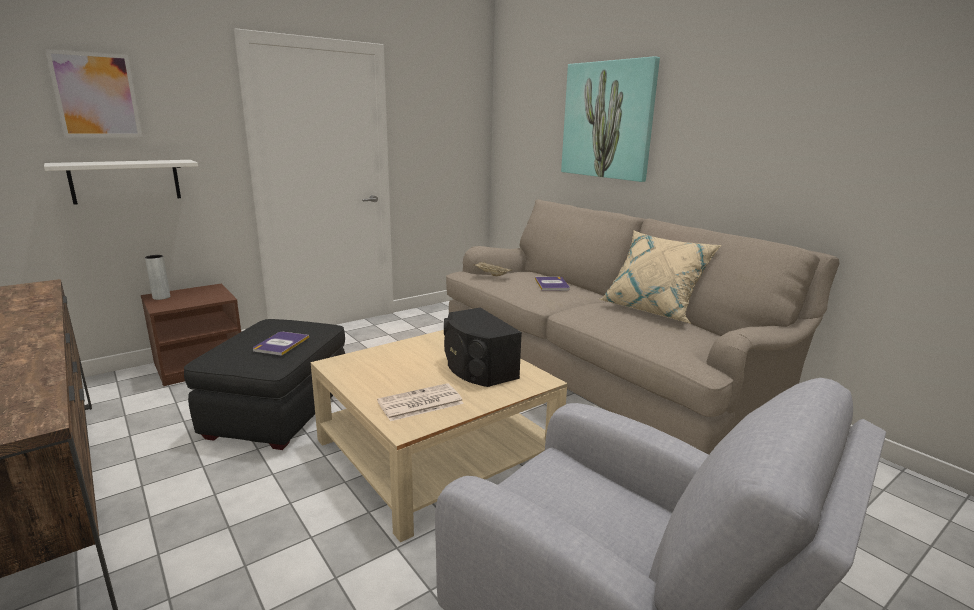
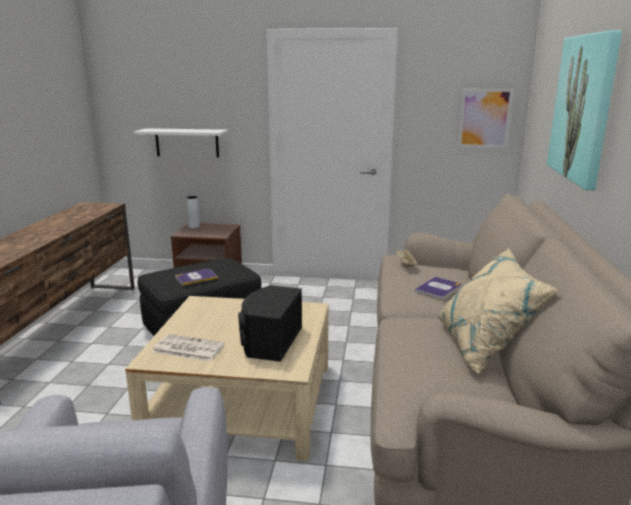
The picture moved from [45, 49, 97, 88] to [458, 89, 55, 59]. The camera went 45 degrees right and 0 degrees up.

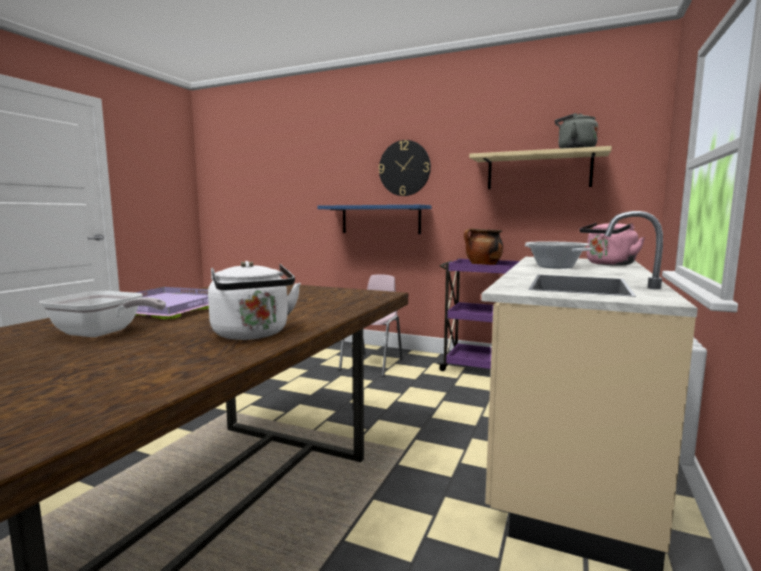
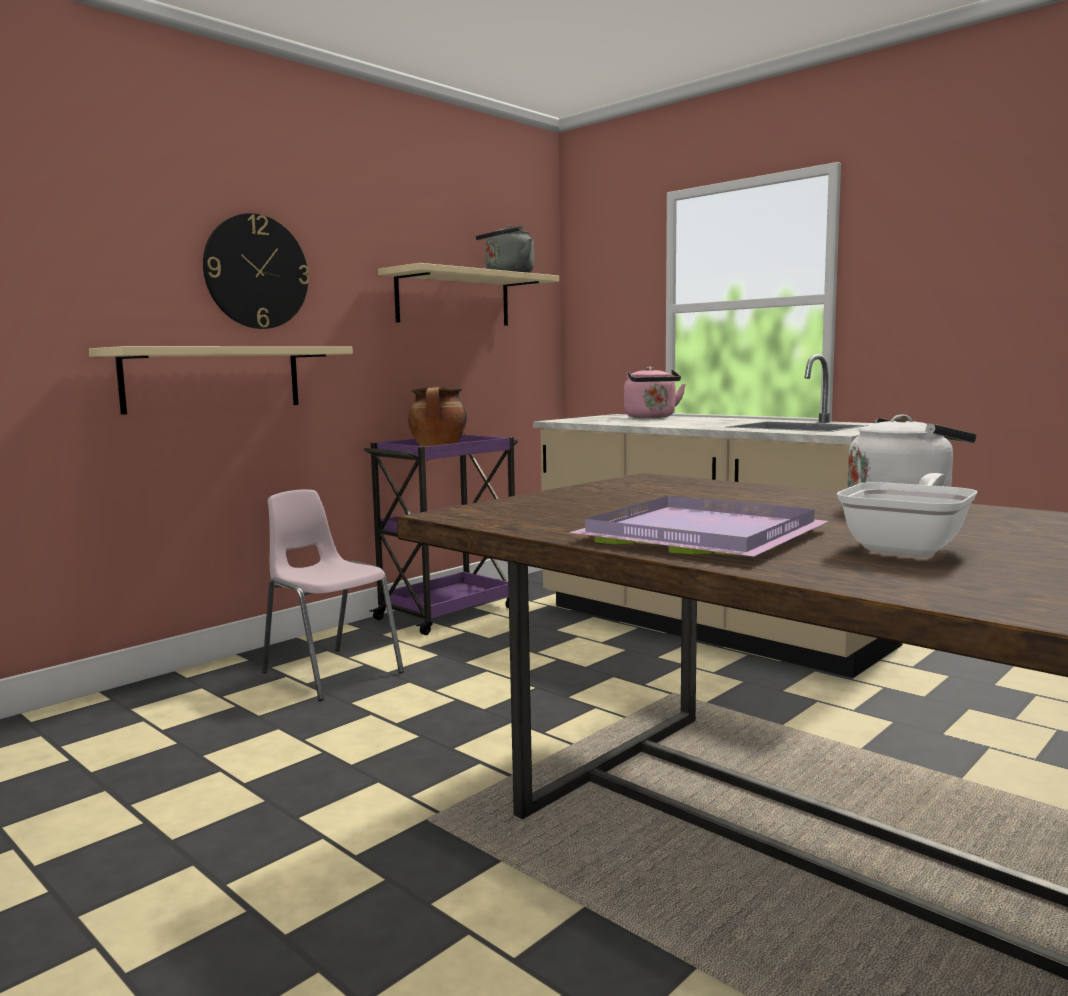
The stockpot at [525, 241, 68, 28] disappeared. The bracket shelf in blue at [317, 205, 115, 29] became the bracket shelf in beige-coloured at [89, 346, 264, 69]. The camera went 70 degrees left and 0 degrees up.

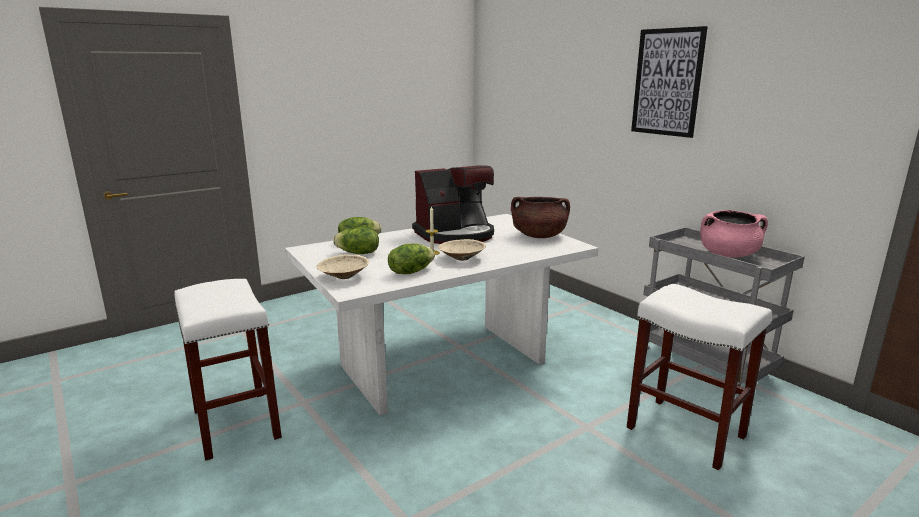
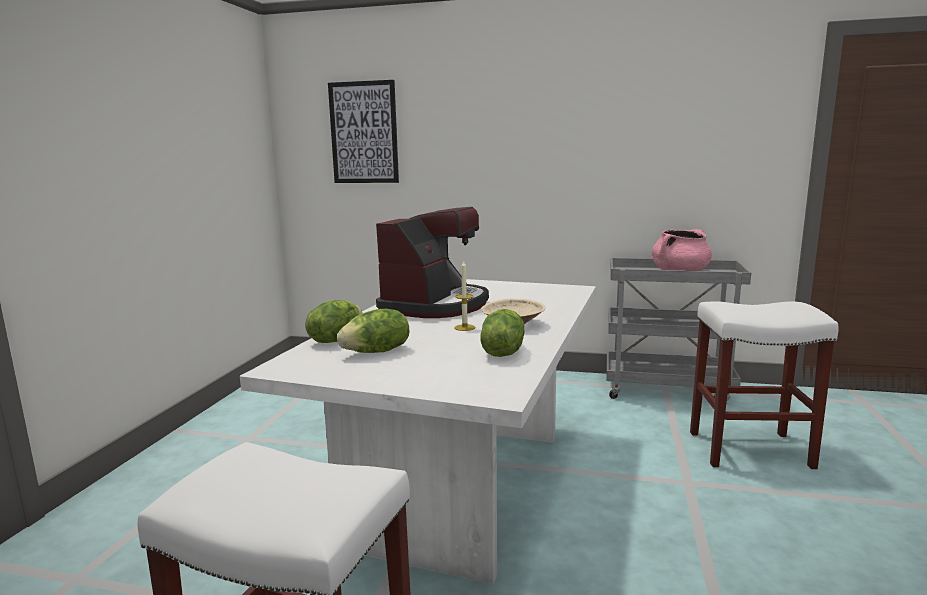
The bowl in beige-coloured at [316, 255, 53, 24] disappeared. The stockpot in brown-coloured at [511, 197, 59, 41] disappeared. The picture moved from [631, 26, 77, 112] to [328, 80, 71, 103]. The camera went 40 degrees left and 5 degrees down.

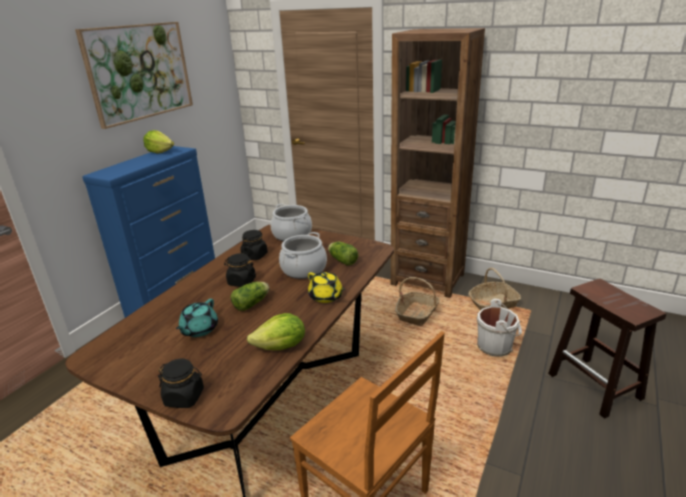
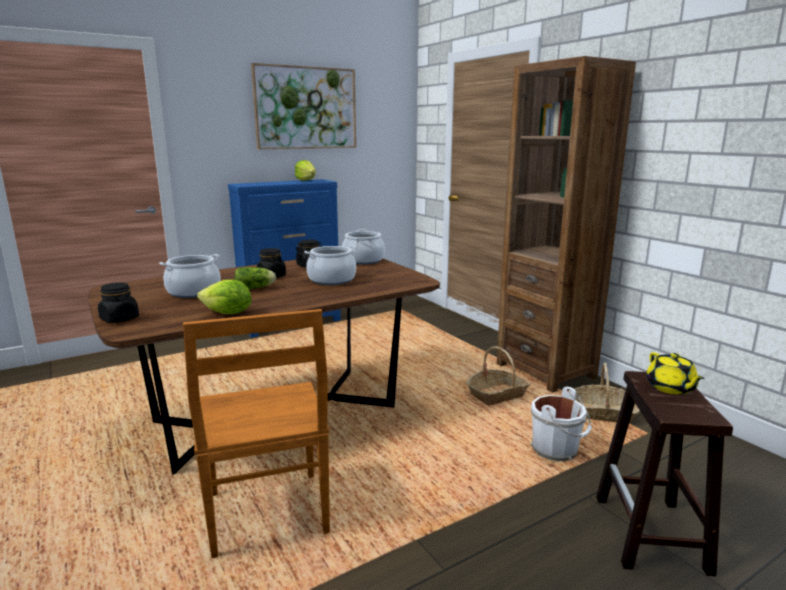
The head of lettuce at [328, 242, 30, 23] disappeared. The tea pot in yellow moved from [308, 272, 37, 31] to [646, 352, 58, 43]. The tea pot in turquoise-coloured at [176, 299, 42, 38] was replaced by the stockpot at [159, 254, 62, 44]. The camera went 30 degrees right and 10 degrees down.

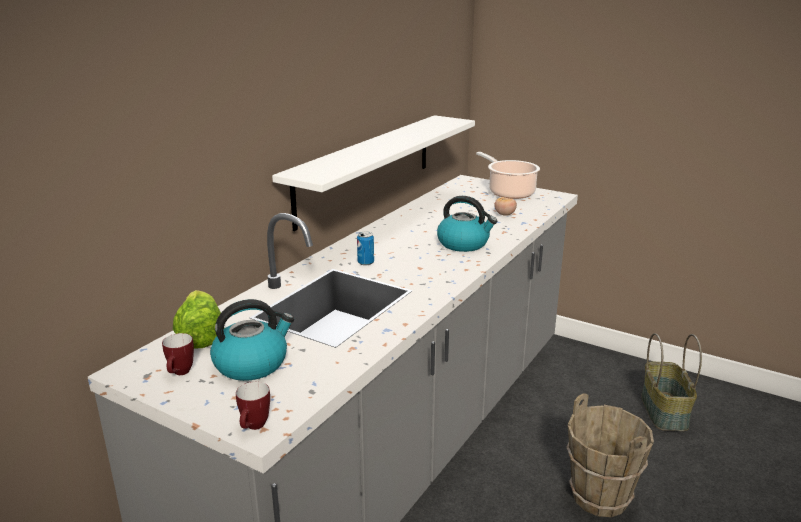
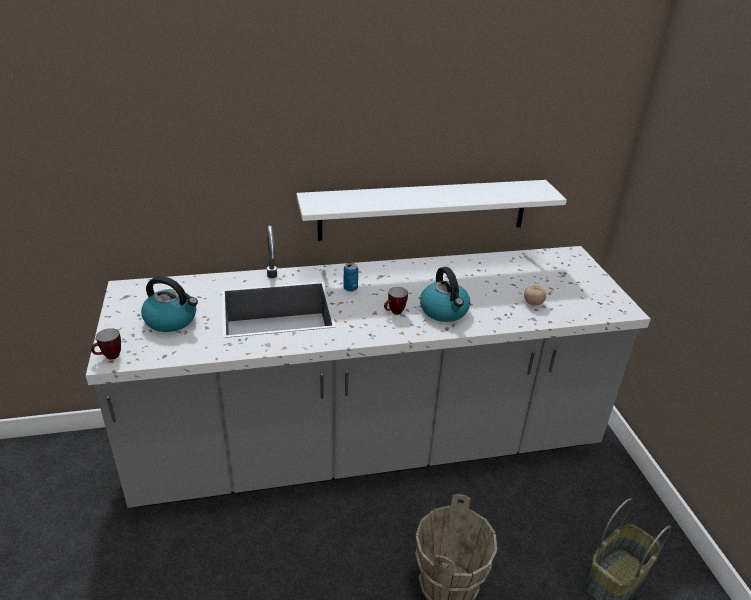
The head of lettuce at [173, 290, 48, 59] disappeared. The stockpot at [476, 152, 64, 47] disappeared. The mug moved from [162, 333, 32, 42] to [384, 287, 24, 28]. The camera went 45 degrees right and 10 degrees up.

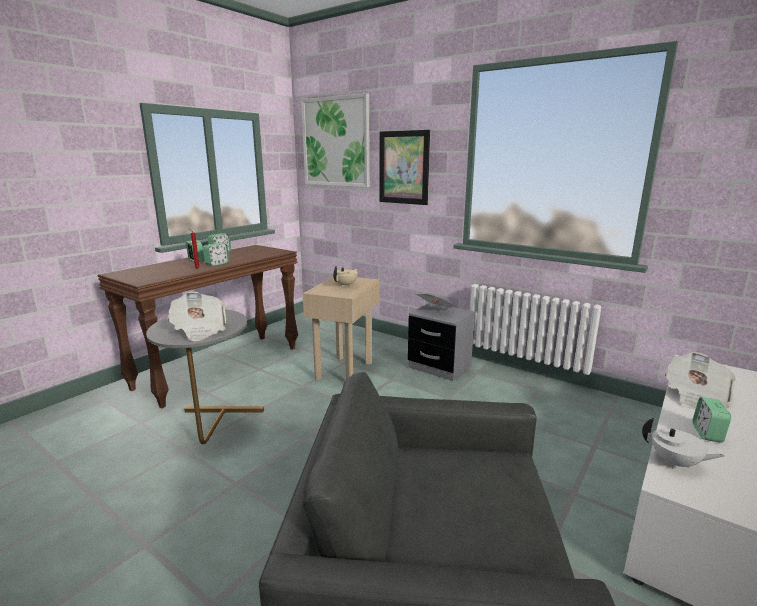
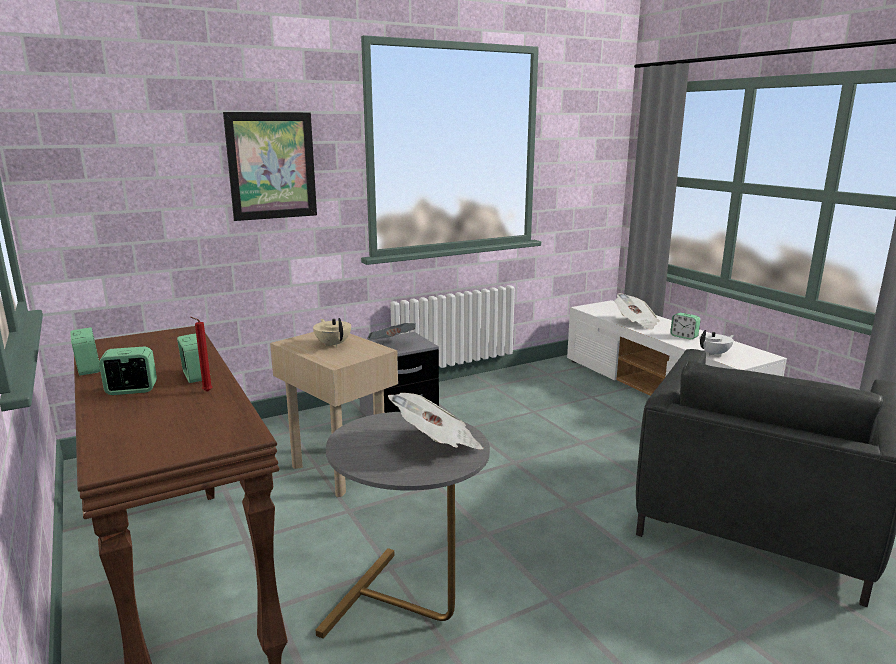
The picture at [301, 93, 69, 94] disappeared. The camera went 65 degrees left and 0 degrees up.

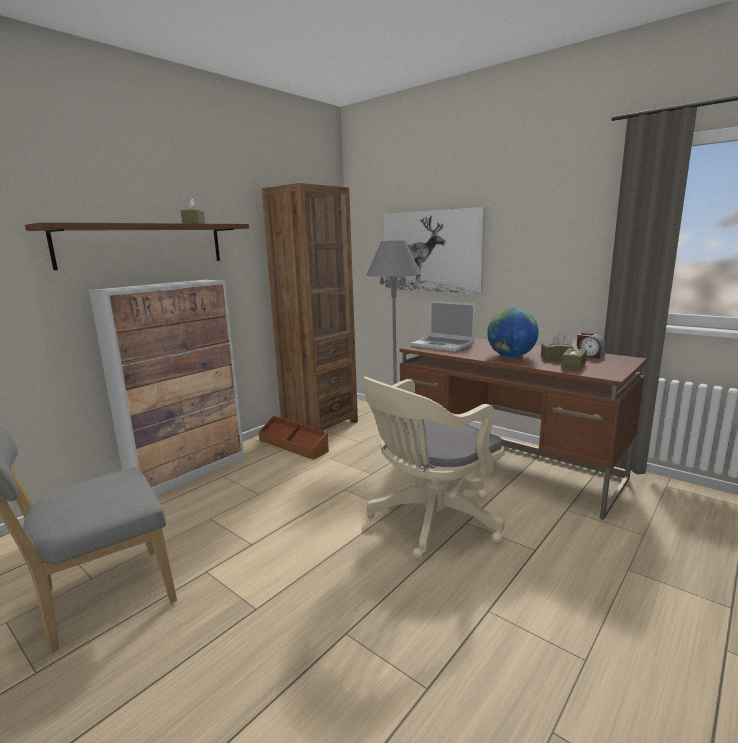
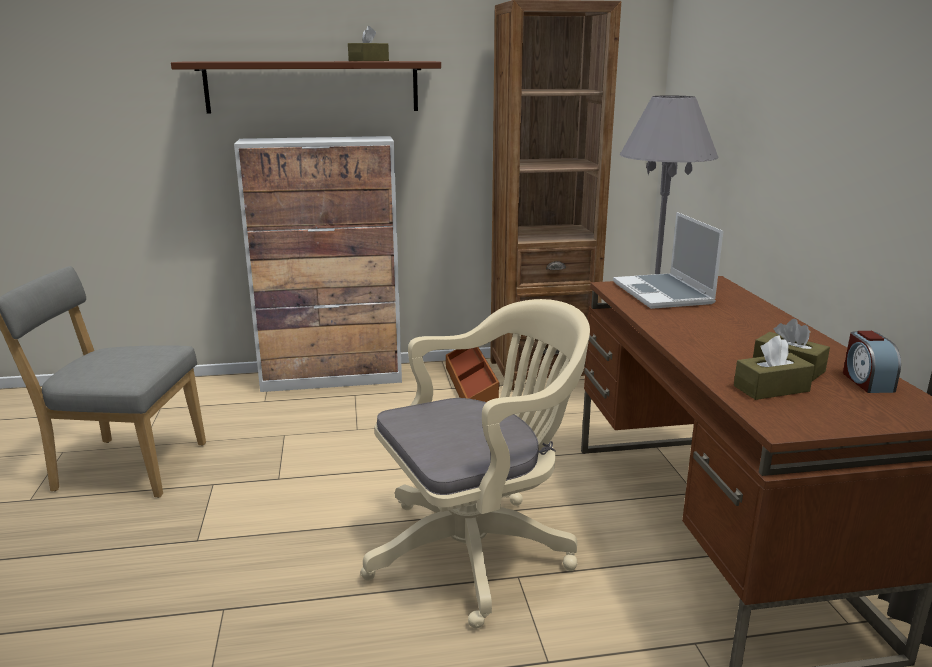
The picture at [384, 207, 101, 87] disappeared. The globe at [487, 308, 52, 49] disappeared. The computer chair in beige-coloured at [363, 377, 142, 182] turned 150 degrees clockwise. The camera went 40 degrees right and 5 degrees up.

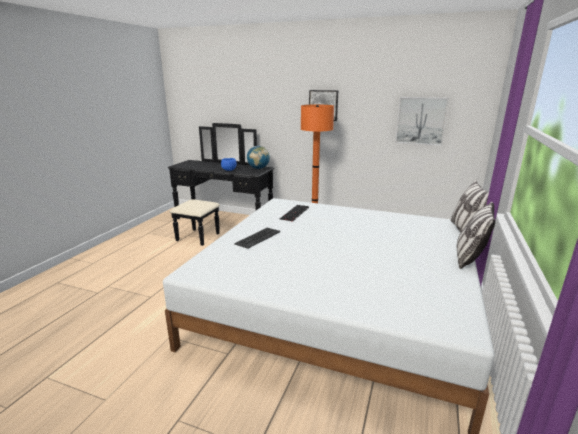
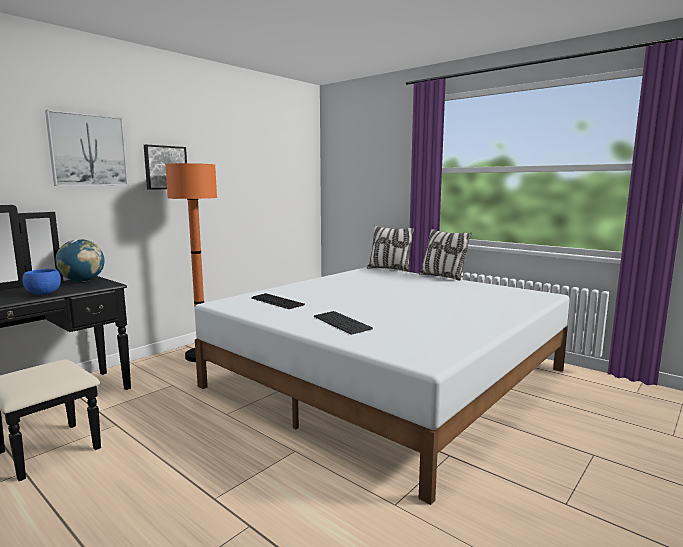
The picture moved from [395, 97, 54, 49] to [45, 110, 84, 76]. The camera went 70 degrees left and 10 degrees down.

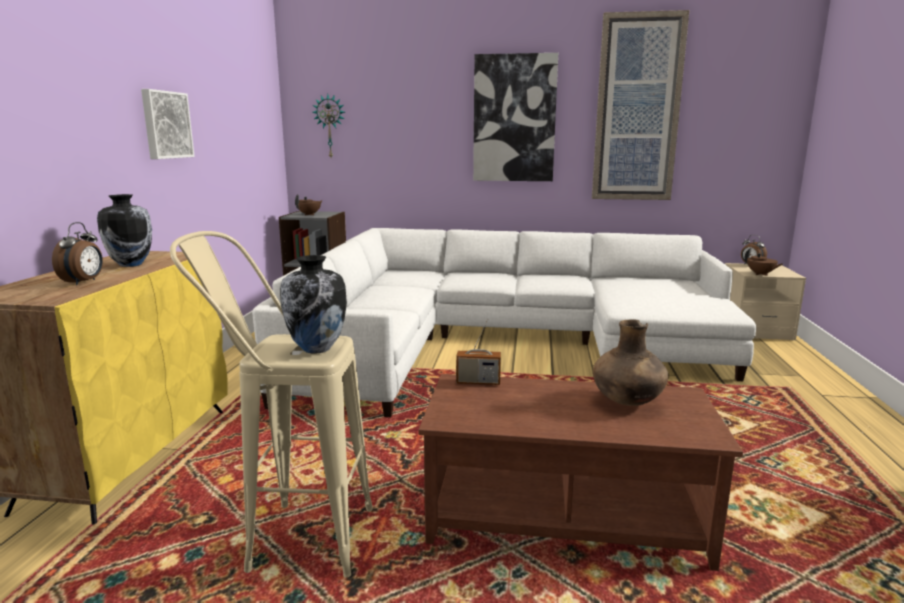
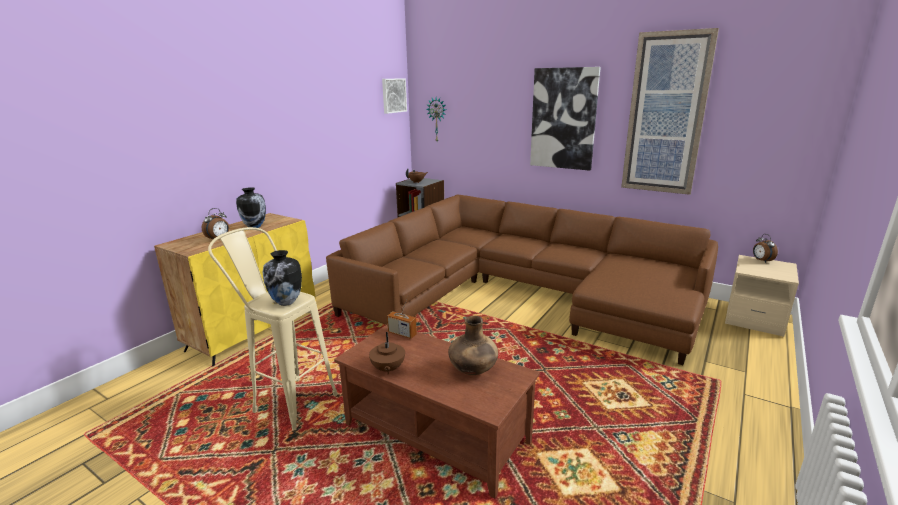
The picture moved from [141, 89, 54, 70] to [382, 78, 25, 36]. The tea pot in brown-coloured moved from [745, 248, 38, 28] to [369, 332, 36, 43]. The couch in whitish at [252, 228, 504, 189] became the couch in brown-coloured at [326, 195, 392, 170]. The camera went 25 degrees right and 5 degrees up.

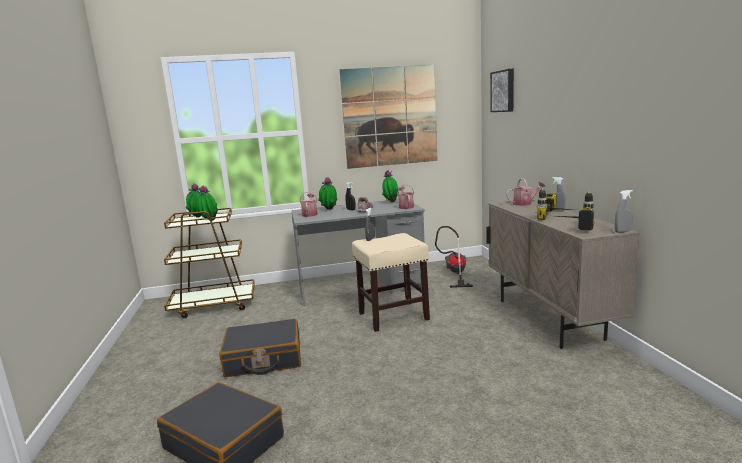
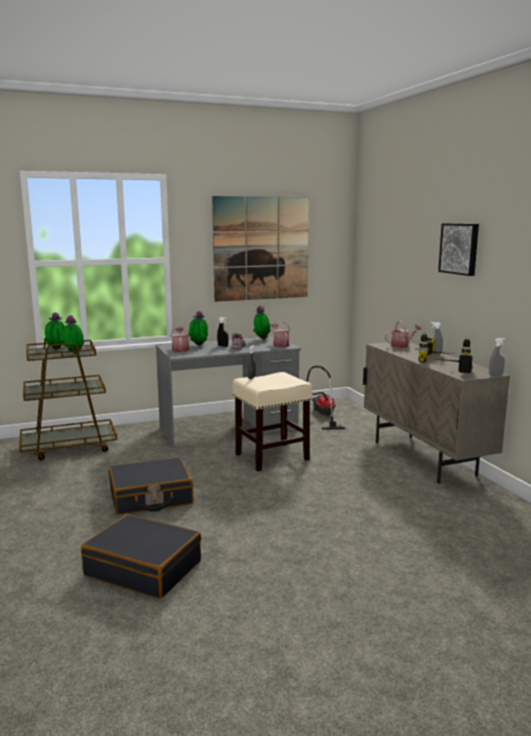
The picture moved from [490, 69, 24, 43] to [438, 223, 41, 53]. The camera went 10 degrees left and 0 degrees up.

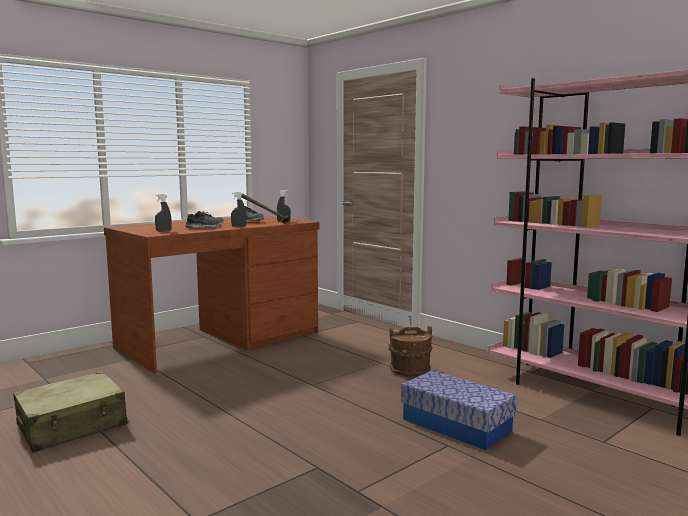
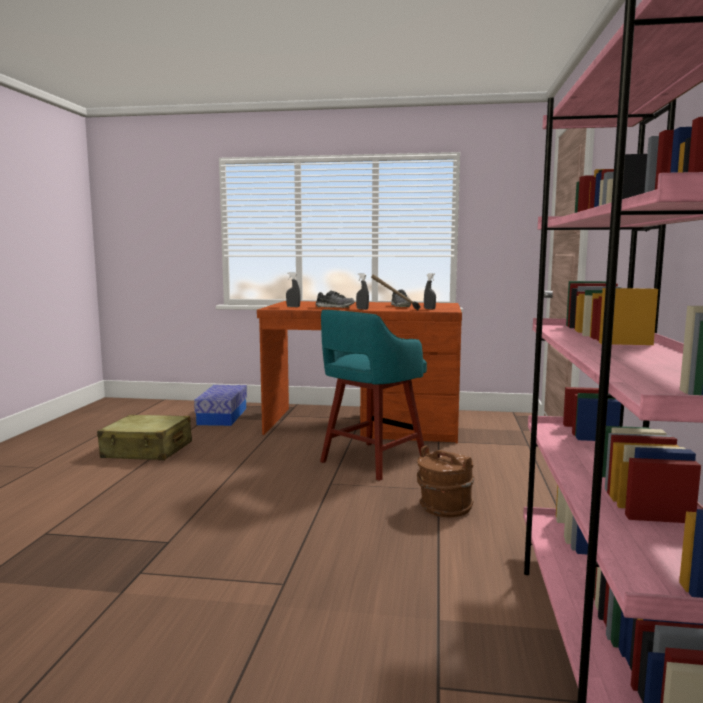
The sitting stool in turquoise-coloured at [320, 310, 107, 171] appeared. The storage container moved from [401, 371, 116, 79] to [194, 385, 53, 41]. The camera went 50 degrees right and 0 degrees up.

